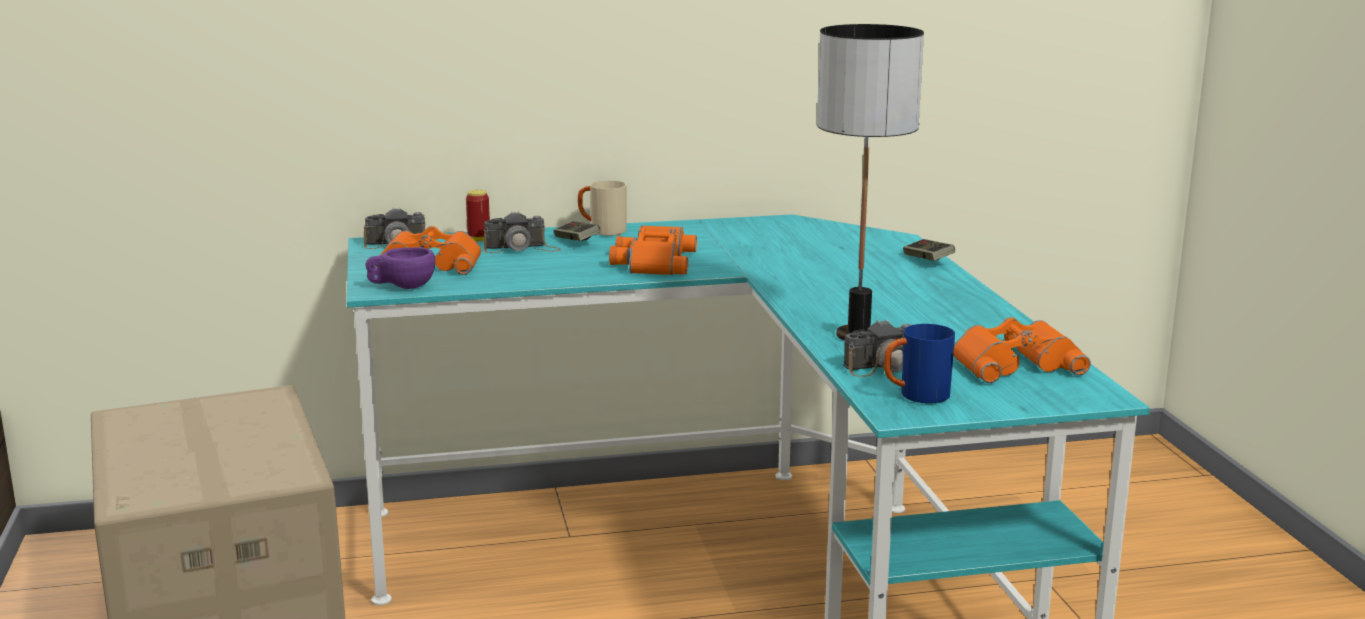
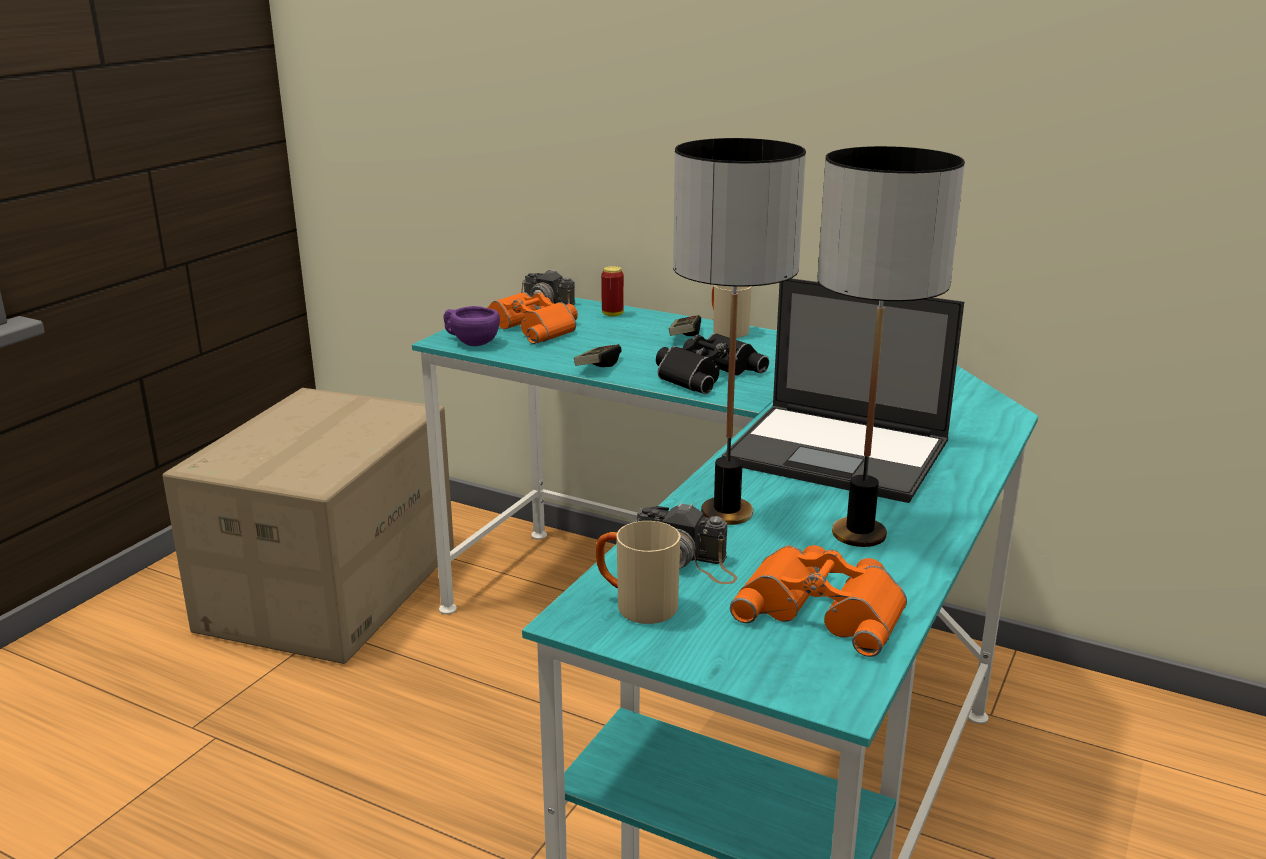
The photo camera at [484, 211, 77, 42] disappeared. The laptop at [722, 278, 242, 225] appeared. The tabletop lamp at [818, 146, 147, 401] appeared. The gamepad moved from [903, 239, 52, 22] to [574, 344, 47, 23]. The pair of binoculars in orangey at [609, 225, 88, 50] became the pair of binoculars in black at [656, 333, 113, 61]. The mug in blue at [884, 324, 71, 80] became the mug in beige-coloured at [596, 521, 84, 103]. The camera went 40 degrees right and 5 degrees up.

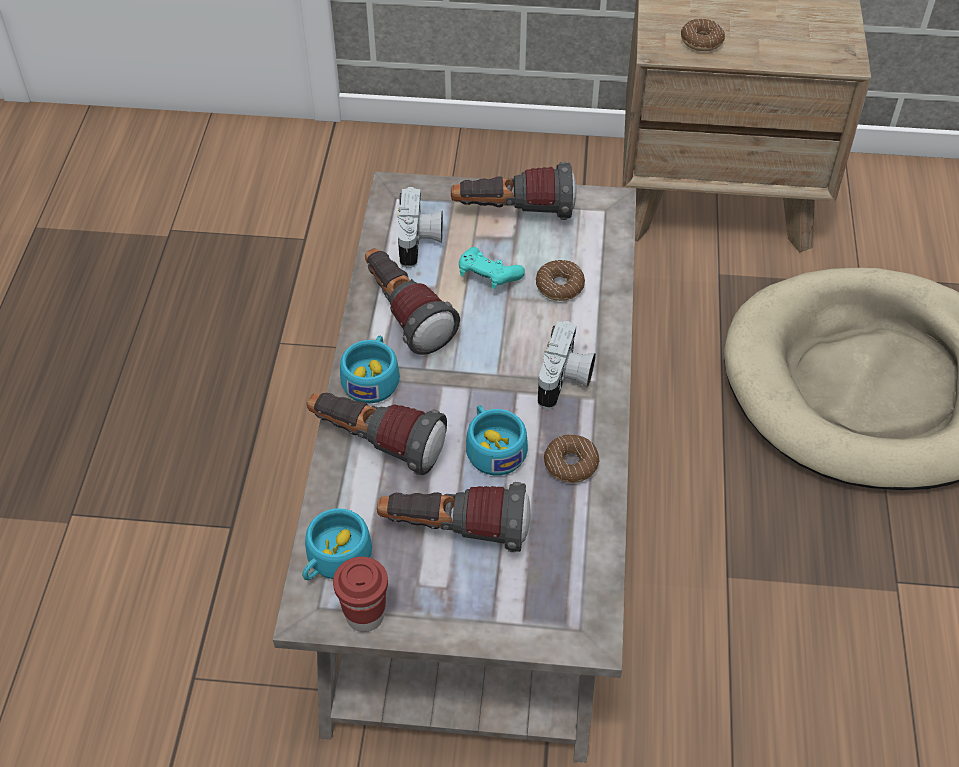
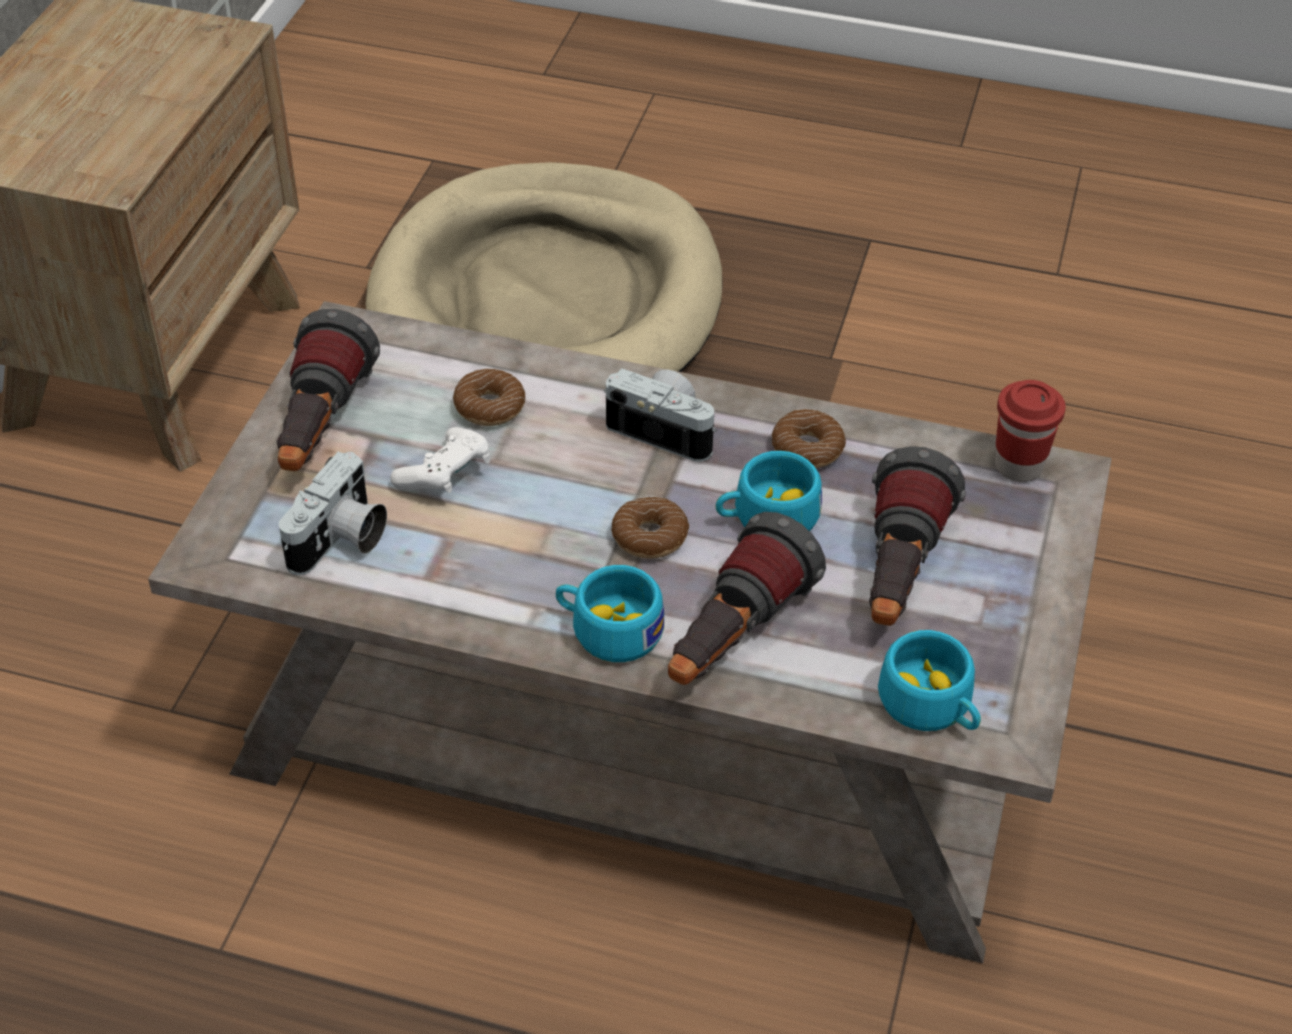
The hand torch at [365, 248, 95, 107] disappeared. The drinking cup in reddish moved from [333, 557, 55, 75] to [995, 380, 71, 102]. The ring doughnut moved from [681, 19, 44, 32] to [612, 496, 77, 63]. The gamepad in turquoise-coloured at [459, 247, 66, 42] became the gamepad in whitish at [390, 427, 100, 66]. The photo camera at [397, 187, 46, 81] turned 105 degrees clockwise. The camera went 80 degrees left and 5 degrees down.

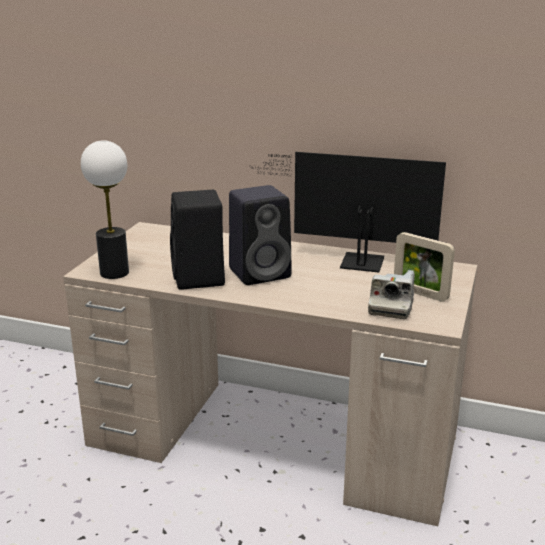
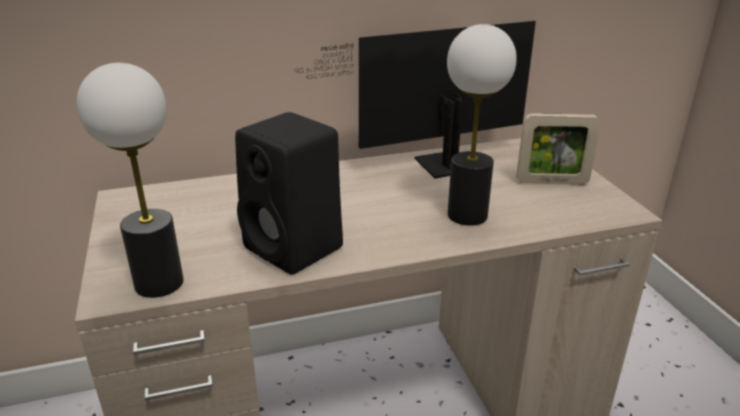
The speaker in black at [229, 185, 63, 100] disappeared. The photo camera at [368, 270, 47, 49] disappeared. The tabletop lamp at [447, 24, 69, 202] appeared. The camera went 35 degrees left and 5 degrees up.

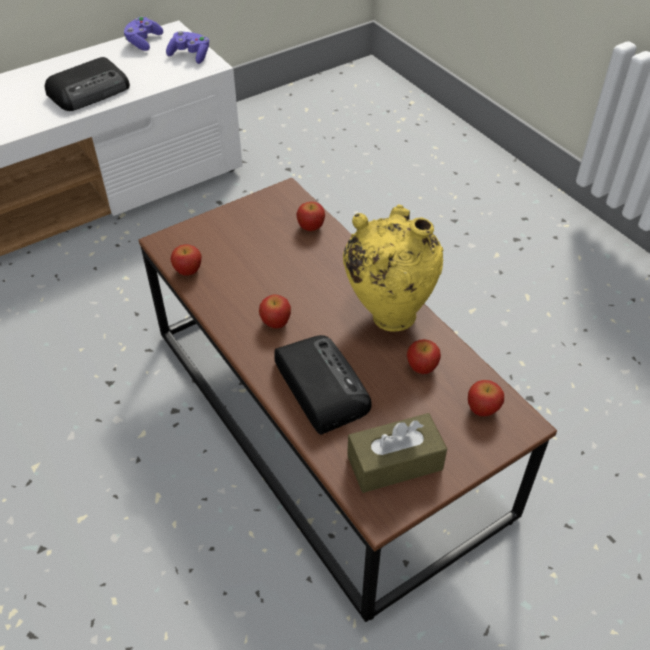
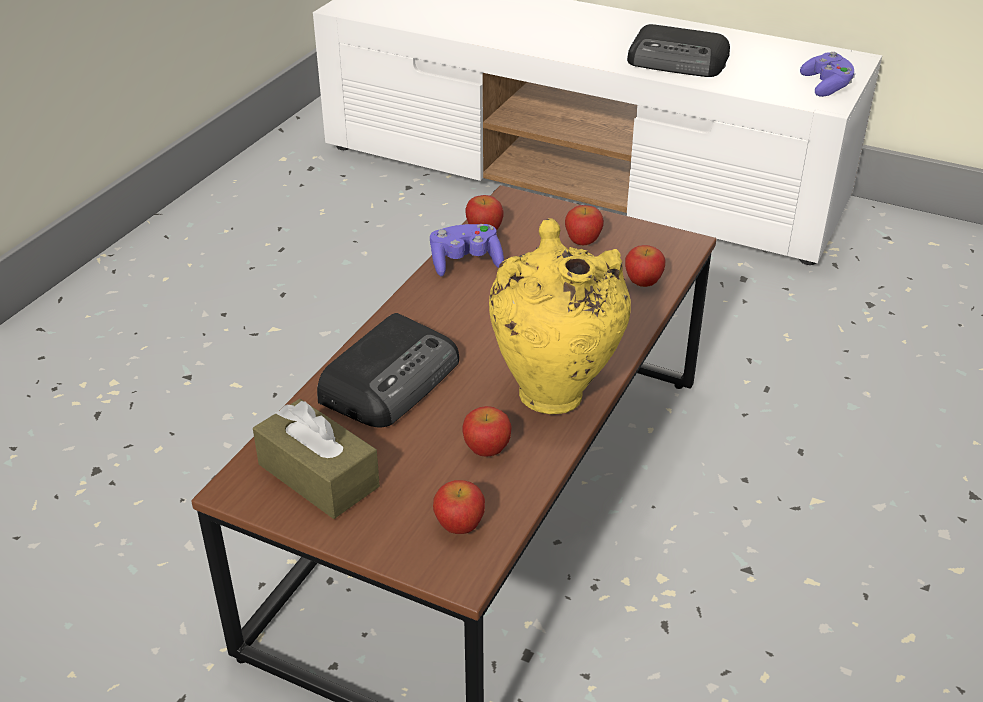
The gamepad in purplish moved from [124, 16, 39, 35] to [430, 224, 74, 53]. The apple fruit moved from [259, 295, 32, 34] to [565, 205, 39, 40]. The camera went 60 degrees right and 10 degrees down.

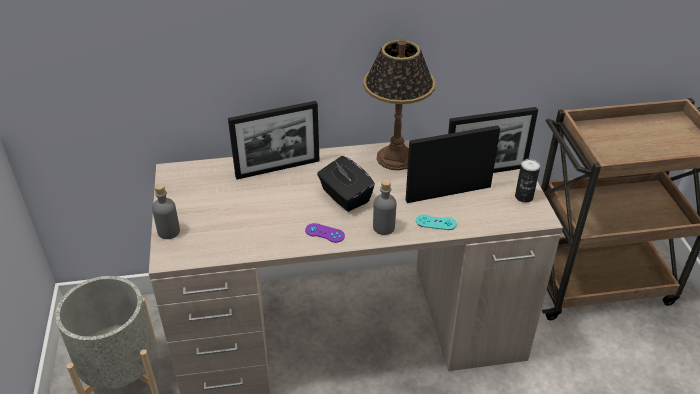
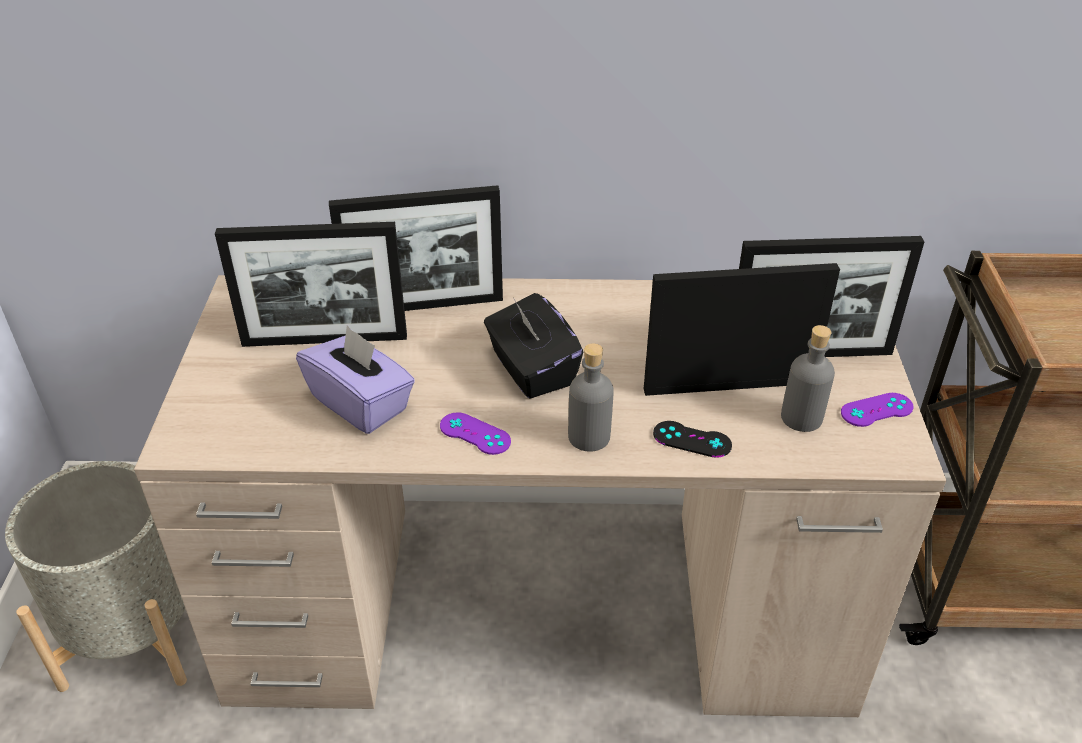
The tabletop lamp at [363, 39, 72, 131] disappeared. The photo frame at [215, 222, 192, 125] appeared. The box of tissues in purplish at [296, 325, 119, 109] appeared. The beverage bottle in gray moved from [152, 183, 28, 56] to [781, 325, 54, 107]. The sealed can at [515, 159, 25, 44] was replaced by the gamepad in purplish at [841, 393, 72, 34]. The gamepad in turquoise-coloured at [416, 214, 41, 16] became the gamepad in black at [653, 421, 79, 37]. The camera went 10 degrees right and 0 degrees up.

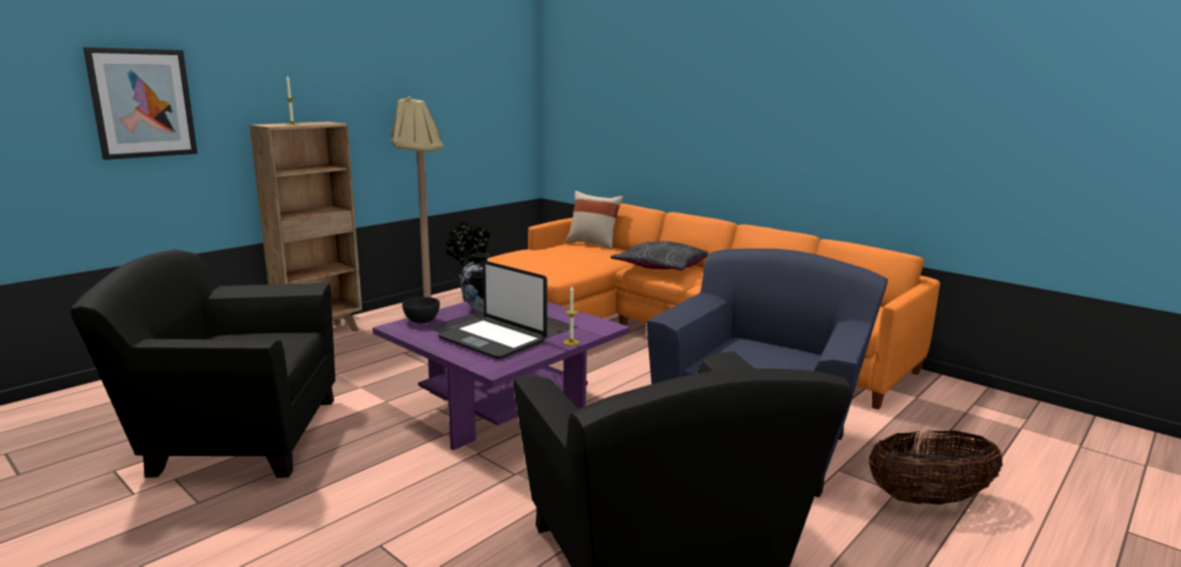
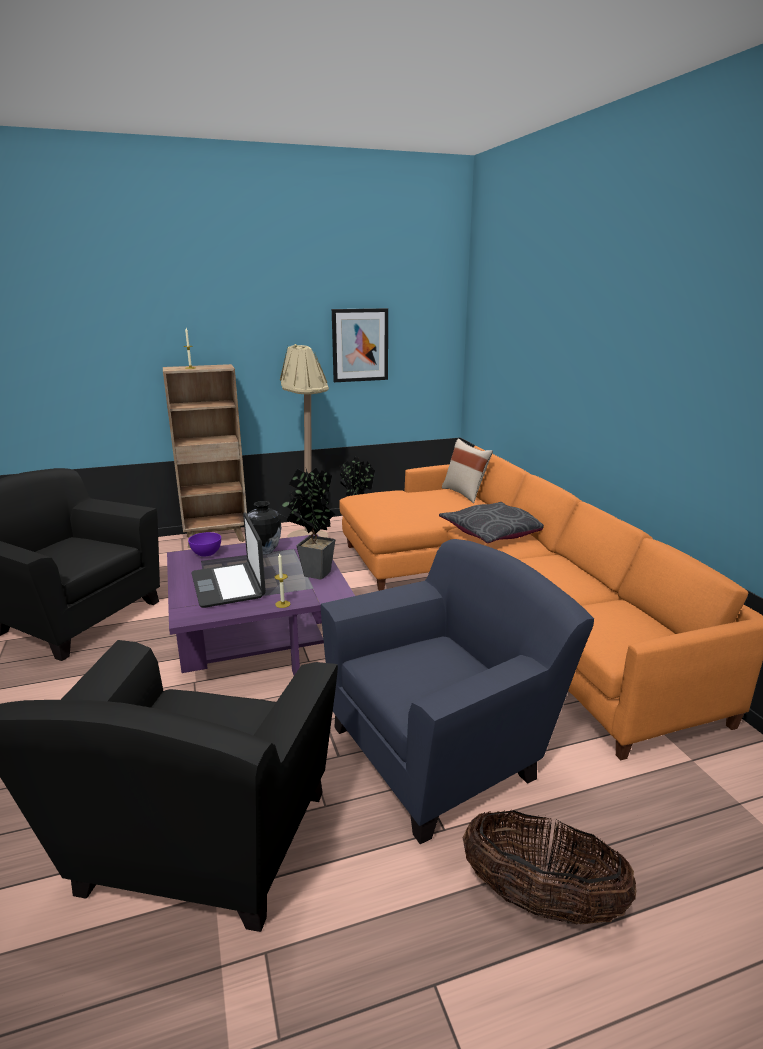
The plant in a pot at [278, 468, 57, 112] appeared. The picture moved from [83, 47, 114, 113] to [332, 308, 56, 74]. The bowl in gray at [402, 297, 38, 26] became the bowl in purplish at [188, 532, 33, 25]. The camera went 30 degrees right and 5 degrees up.

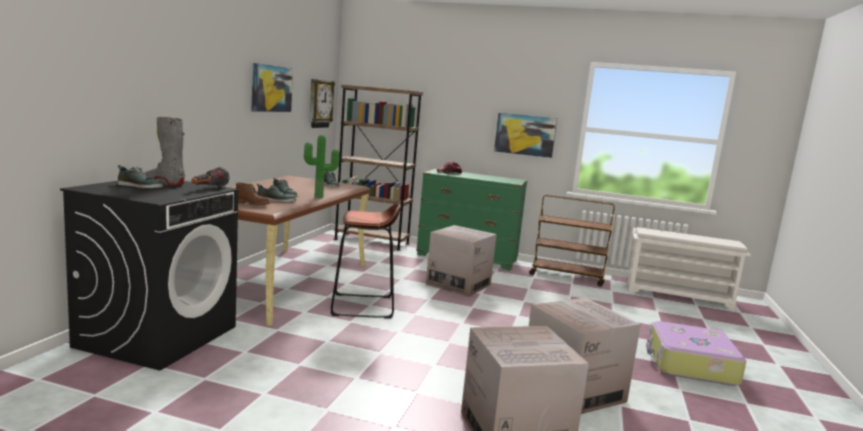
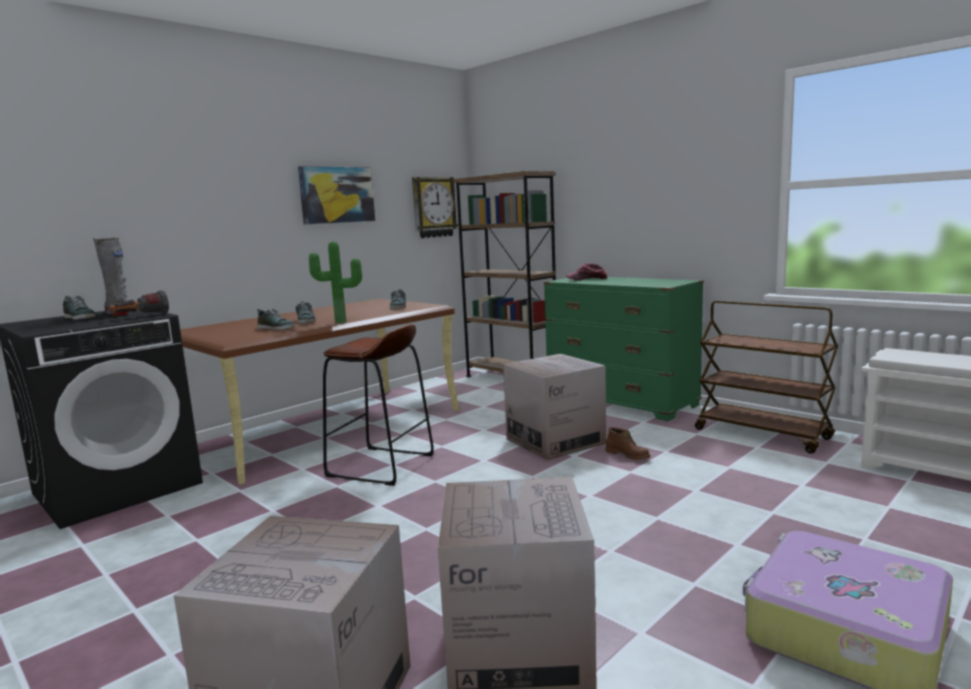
The picture at [494, 113, 63, 45] disappeared. The tall boot in brown-coloured moved from [236, 182, 34, 23] to [605, 427, 45, 33]. The camera went 30 degrees right and 0 degrees up.

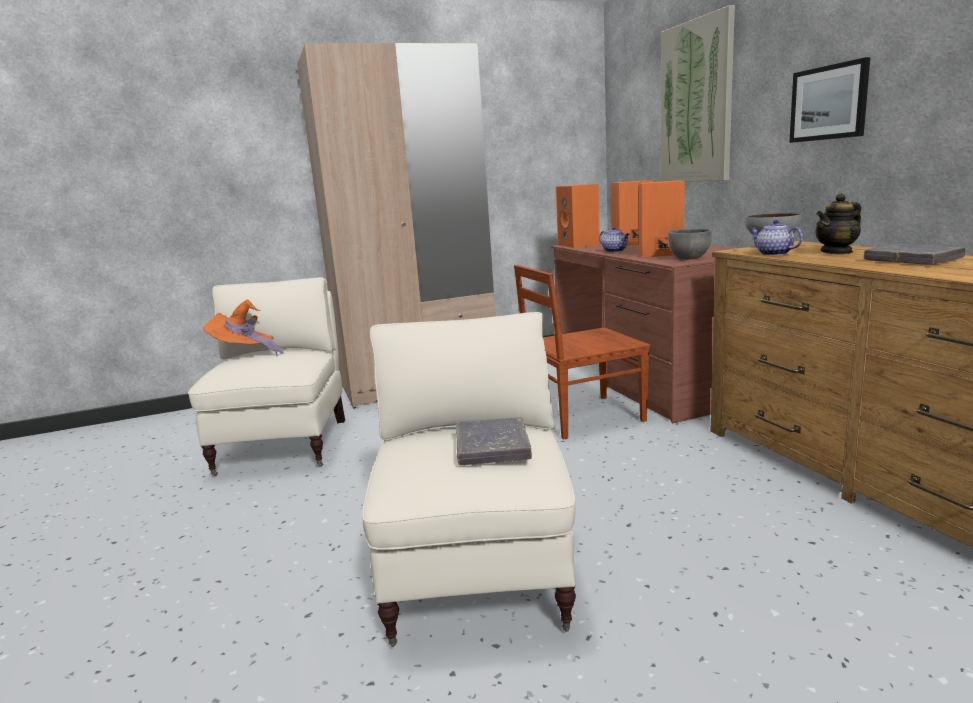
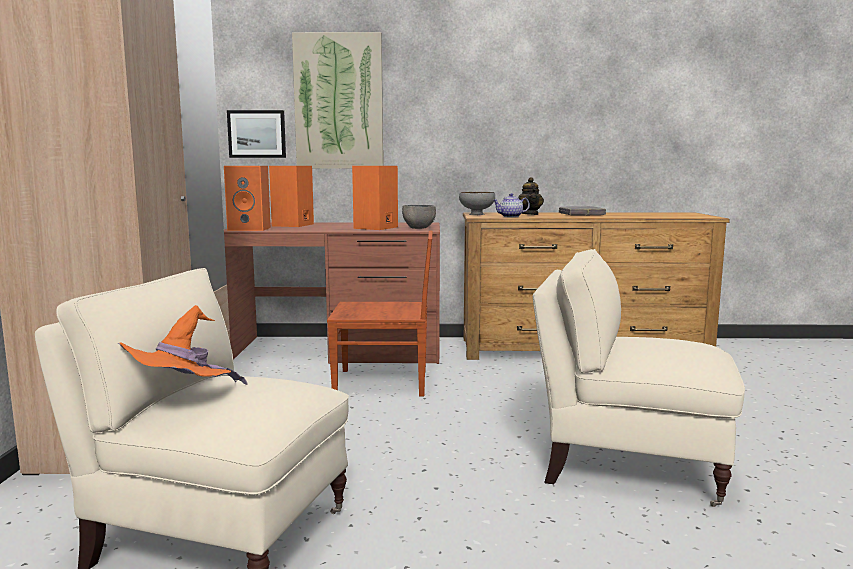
The bound book in gray at [456, 417, 76, 48] disappeared. The tea pot at [599, 227, 31, 25] disappeared. The picture moved from [789, 57, 81, 86] to [227, 110, 59, 48]. The chair in brown-coloured at [514, 265, 136, 175] turned 90 degrees counterclockwise. The camera went 70 degrees left and 5 degrees down.

